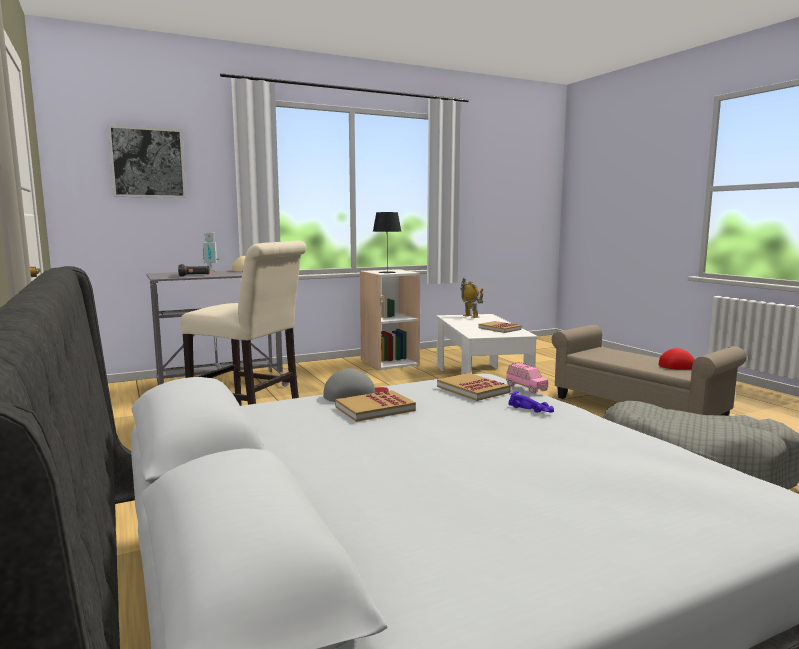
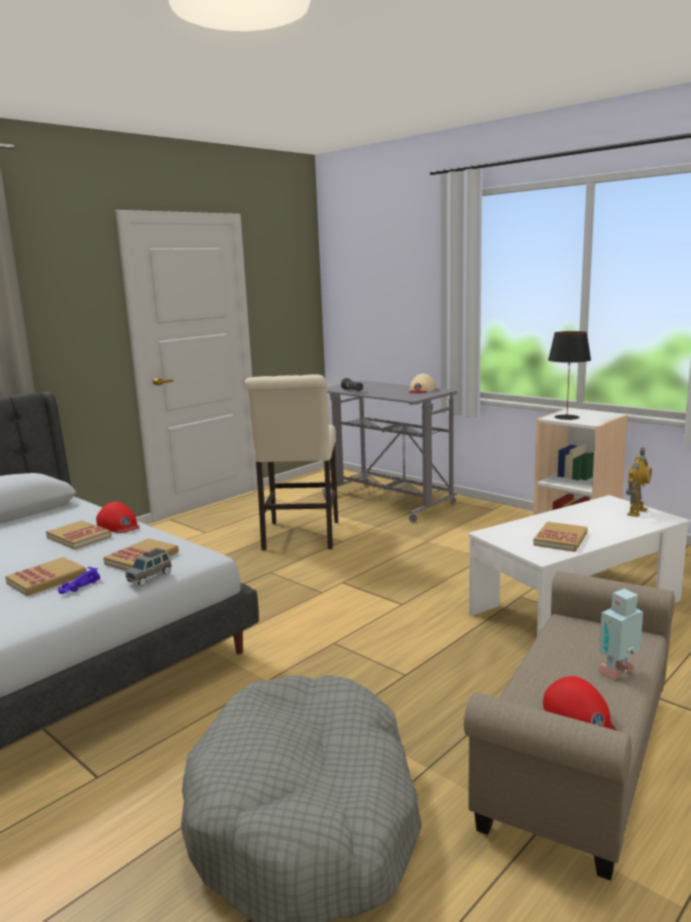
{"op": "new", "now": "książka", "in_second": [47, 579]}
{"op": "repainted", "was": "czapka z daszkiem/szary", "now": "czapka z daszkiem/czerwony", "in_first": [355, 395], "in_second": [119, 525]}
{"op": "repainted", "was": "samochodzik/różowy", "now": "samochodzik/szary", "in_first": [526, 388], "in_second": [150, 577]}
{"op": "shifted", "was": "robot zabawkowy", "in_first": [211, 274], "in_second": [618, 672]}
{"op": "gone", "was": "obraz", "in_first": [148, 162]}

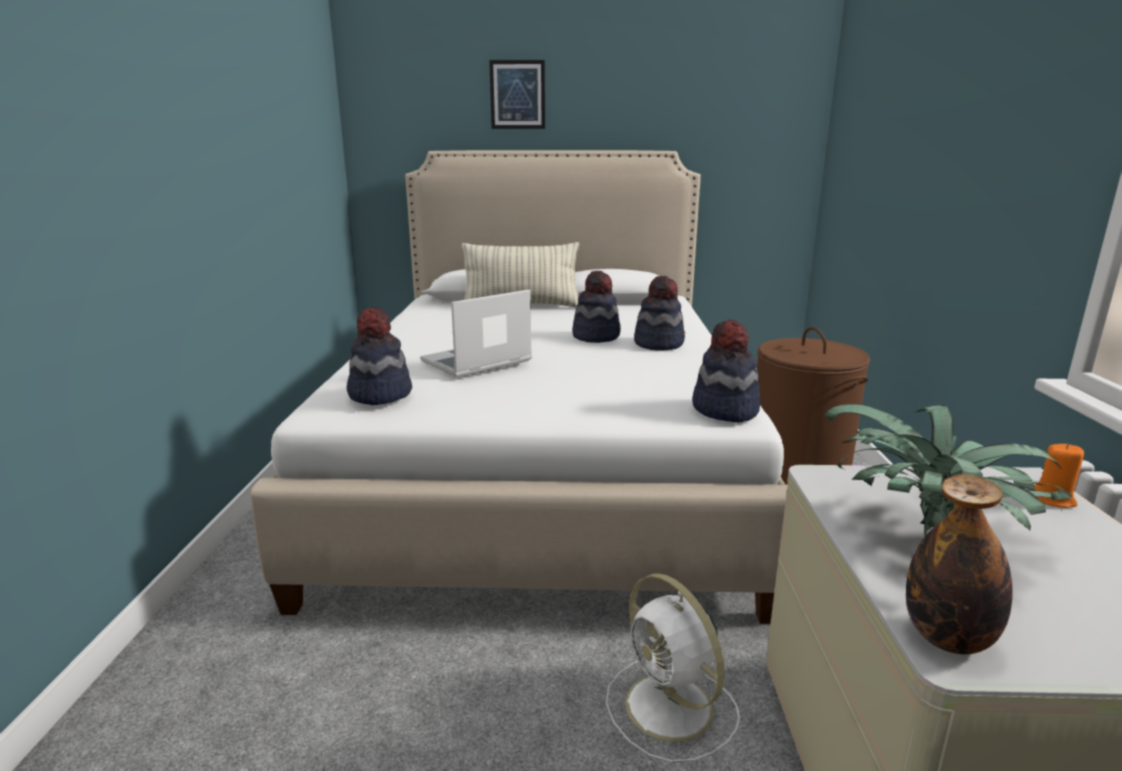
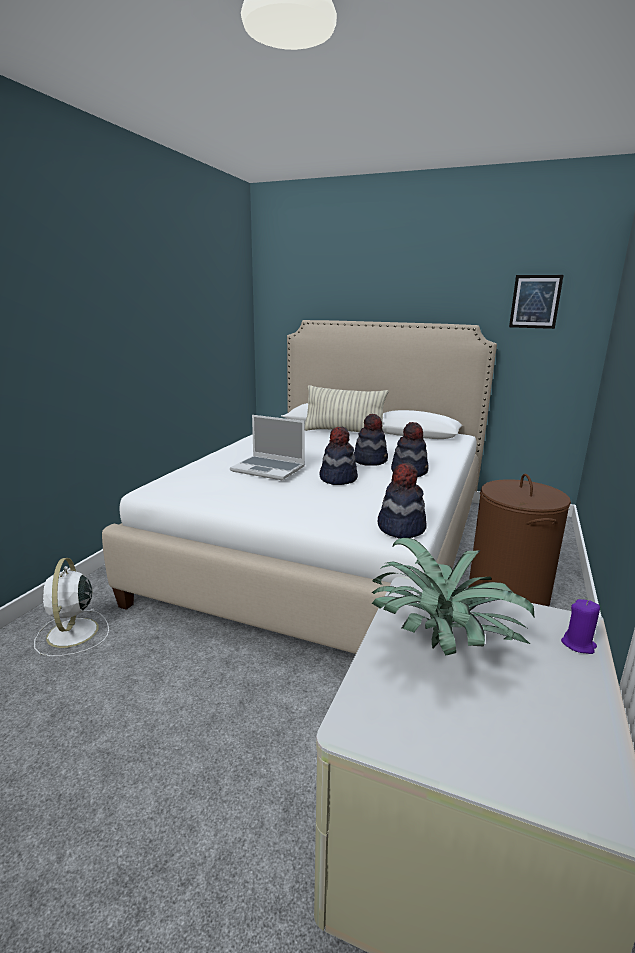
{"op": "shifted", "was": "wentylator/biały", "in_first": [671, 709], "in_second": [72, 634]}
{"op": "rotated", "was": "laptop", "in_first": [476, 362], "in_second": [269, 469], "clockwise": -135}
{"op": "shifted", "was": "kapelusz", "in_first": [379, 394], "in_second": [338, 478]}
{"op": "shifted", "was": "obraz", "in_first": [517, 94], "in_second": [535, 301]}
{"op": "repainted", "was": "świeca/pomarańczowy", "now": "świeca/fioletowy", "in_first": [1053, 500], "in_second": [578, 645]}
{"op": "gone", "was": "butelka", "in_first": [947, 638]}

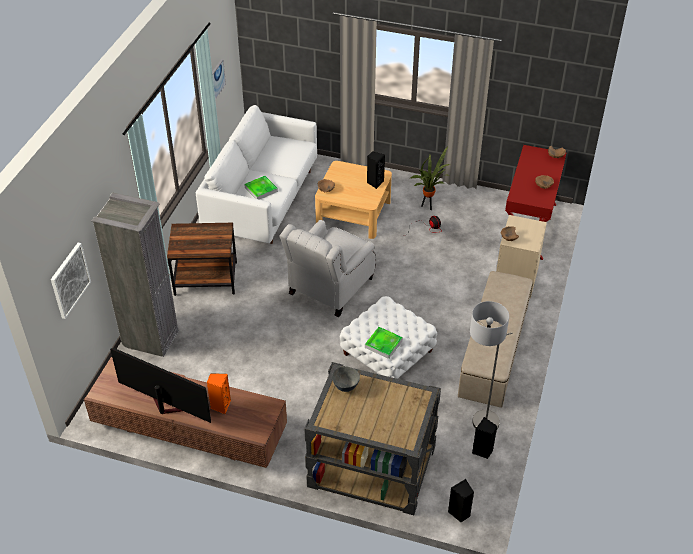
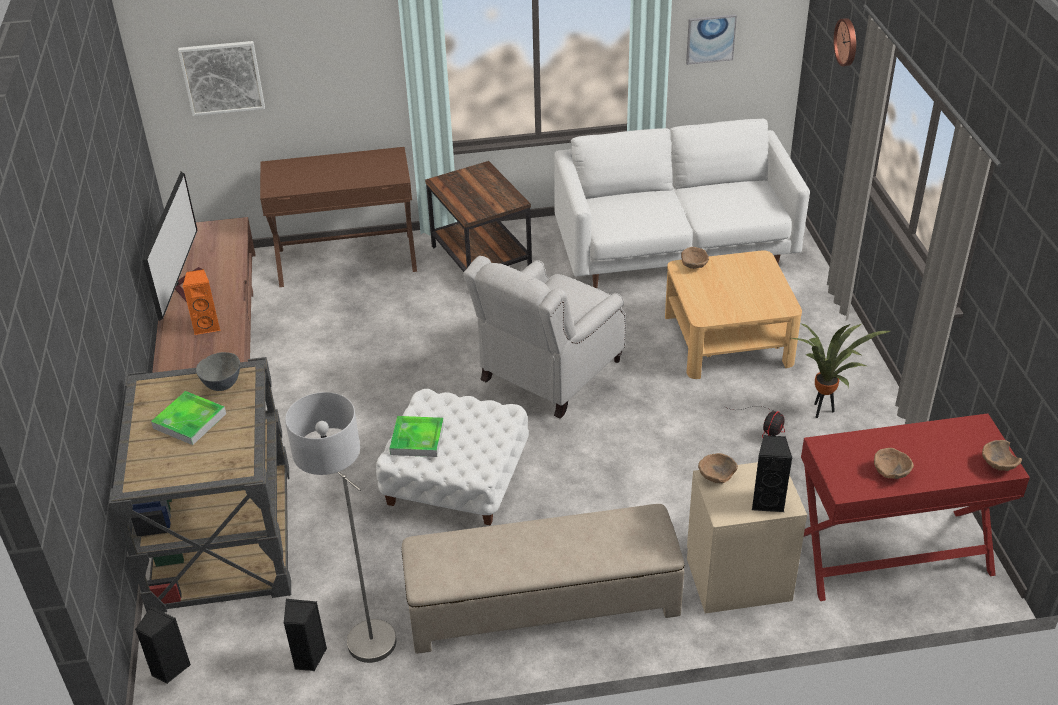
{"op": "shifted", "was": "taca", "in_first": [261, 189], "in_second": [190, 421]}
{"op": "swapped", "was": "szafka/szary", "now": "biurko/brązowy", "in_first": [151, 338], "in_second": [347, 259]}
{"op": "rotated", "was": "fotel/biały", "in_first": [330, 287], "in_second": [550, 372], "clockwise": -60}
{"op": "shifted", "was": "głośnik/czarny", "in_first": [375, 182], "in_second": [768, 501]}
{"op": "new", "now": "zegar ścienny", "in_second": [847, 42]}

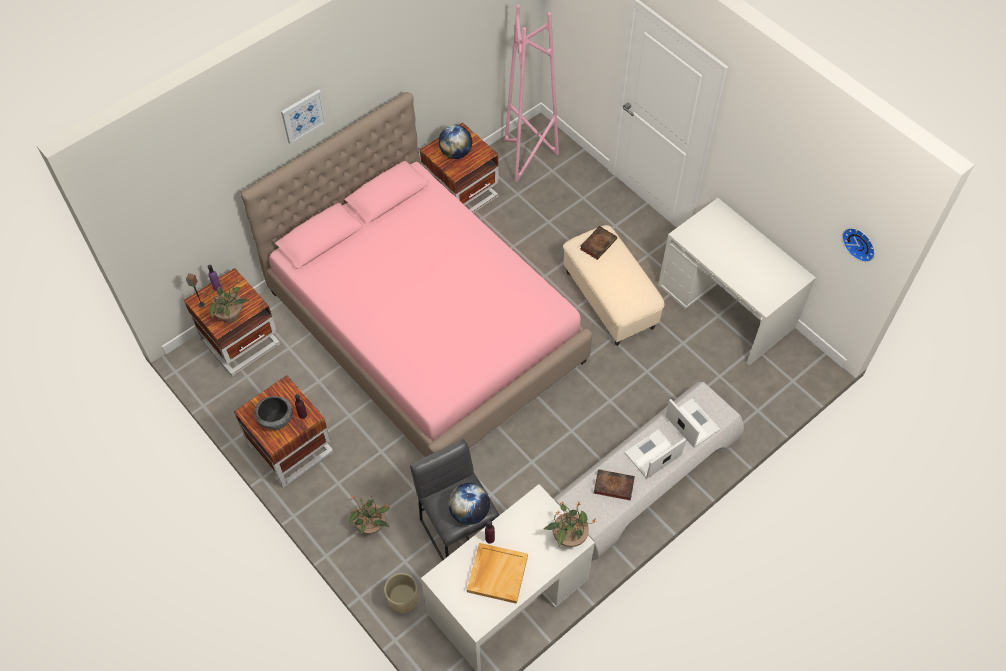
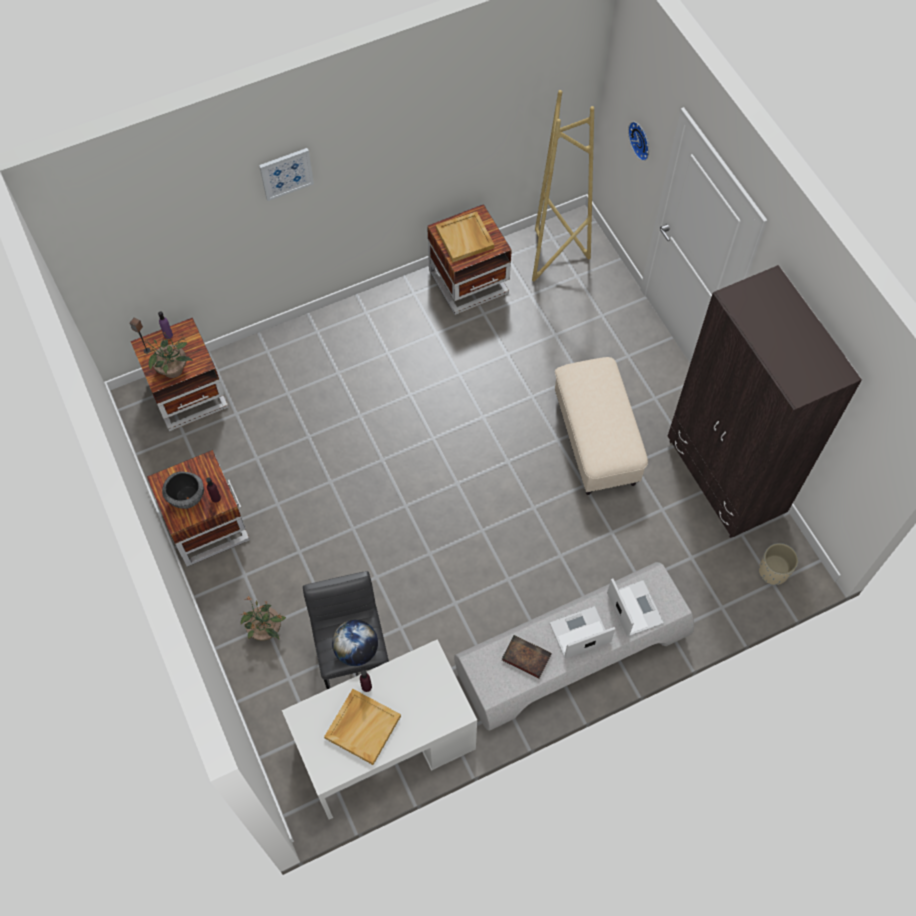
{"op": "swapped", "was": "globus", "now": "taca/beżowy", "in_first": [456, 153], "in_second": [465, 238]}
{"op": "repainted", "was": "wieszak/różowy", "now": "wieszak/żółty", "in_first": [526, 158], "in_second": [553, 256]}
{"op": "shifted", "was": "zegar ścienny", "in_first": [860, 243], "in_second": [641, 140]}
{"op": "swapped", "was": "biurko/biały", "now": "szafa/brązowy", "in_first": [726, 305], "in_second": [724, 478]}
{"op": "shifted", "was": "donica/beżowy", "in_first": [403, 600], "in_second": [773, 571]}
{"op": "gone", "was": "łóżko/różowy", "in_first": [426, 326]}
{"op": "gone", "was": "roślina doniczkowa", "in_first": [568, 536]}
{"op": "gone", "was": "książka", "in_first": [598, 243]}

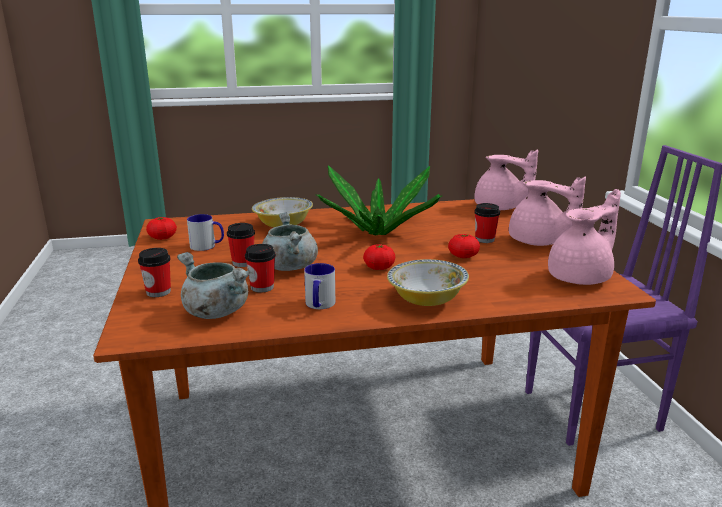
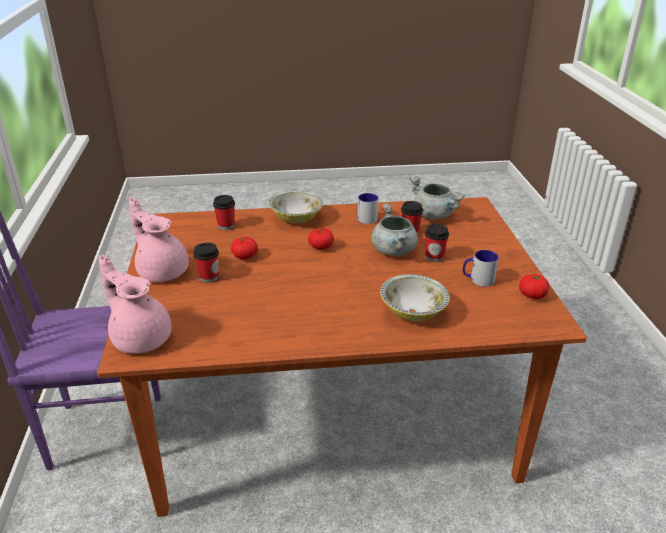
{"op": "shifted", "was": "filiżanka", "in_first": [158, 292], "in_second": [226, 226]}
{"op": "gone", "was": "roślina doniczkowa", "in_first": [378, 232]}
{"op": "gone", "was": "imbryk/różowy", "in_first": [581, 277]}

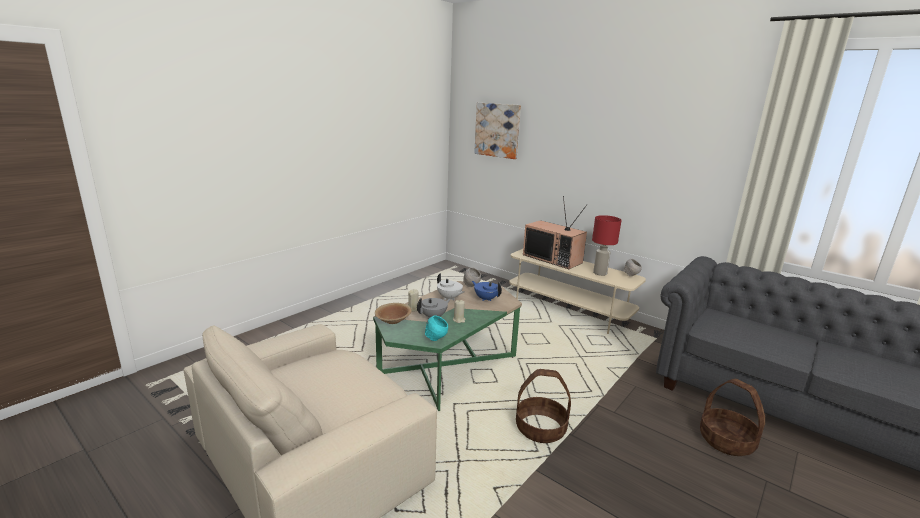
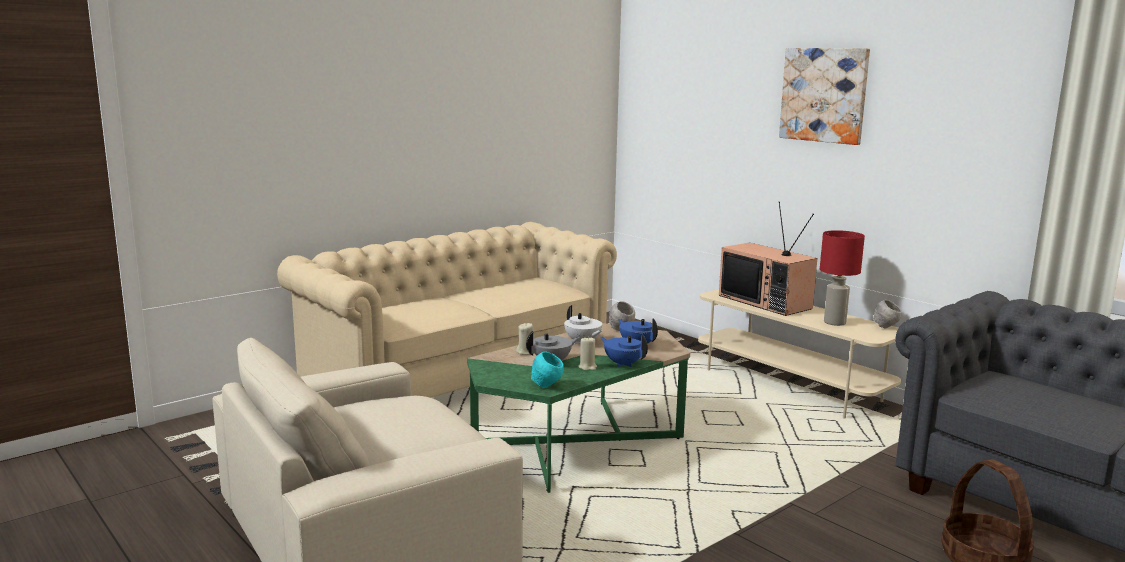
{"op": "new", "now": "kanapa/beżowy", "in_second": [460, 378]}
{"op": "new", "now": "imbryk/niebieski", "in_second": [623, 364]}
{"op": "shifted", "was": "obraz", "in_first": [497, 130], "in_second": [824, 95]}
{"op": "gone", "was": "miska/brązowy", "in_first": [393, 320]}
{"op": "gone", "was": "koszyk", "in_first": [541, 428]}

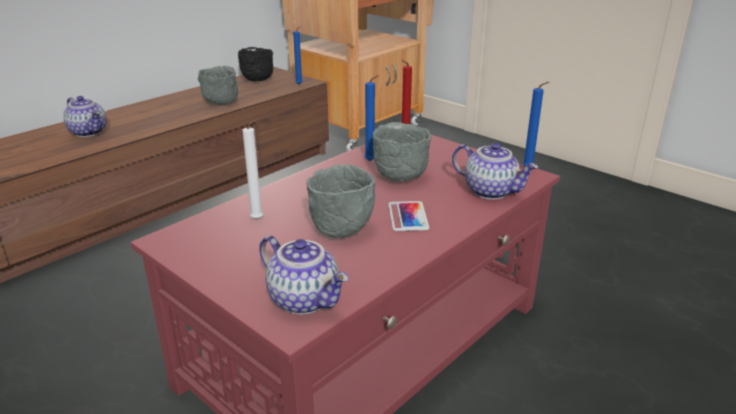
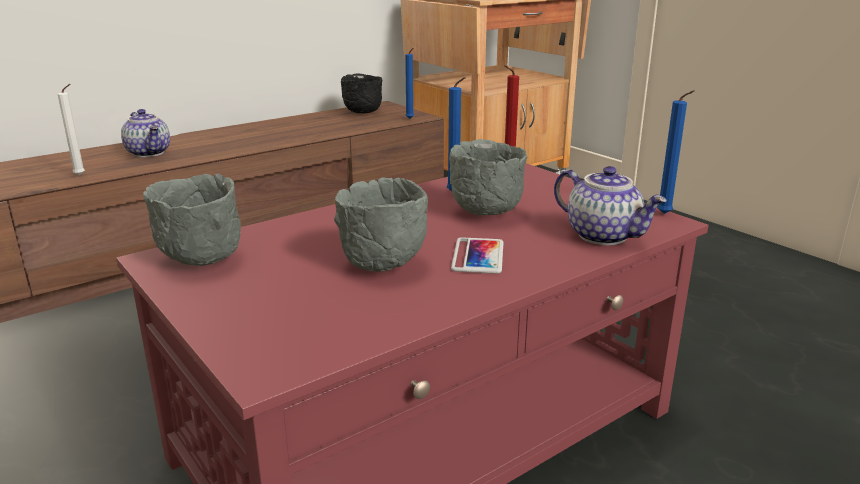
{"op": "shifted", "was": "świeca/biały", "in_first": [259, 219], "in_second": [81, 175]}
{"op": "shifted", "was": "miska/szary", "in_first": [221, 103], "in_second": [202, 259]}
{"op": "gone", "was": "imbryk", "in_first": [305, 299]}

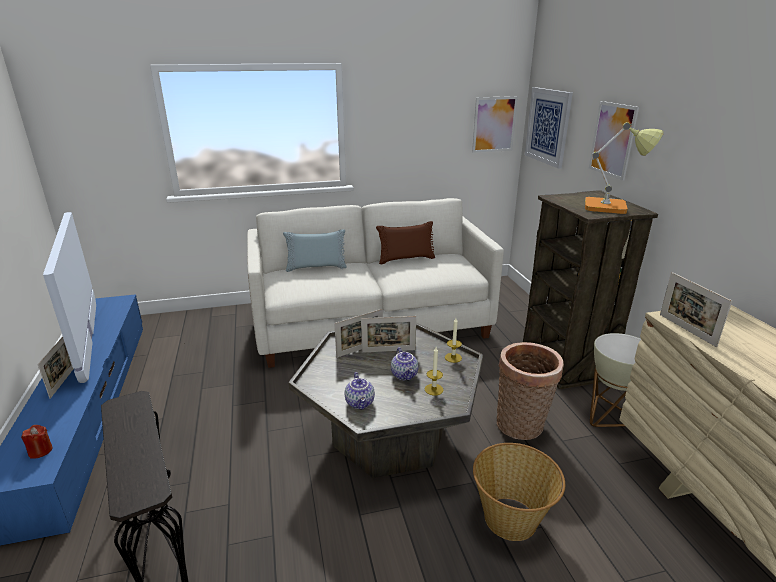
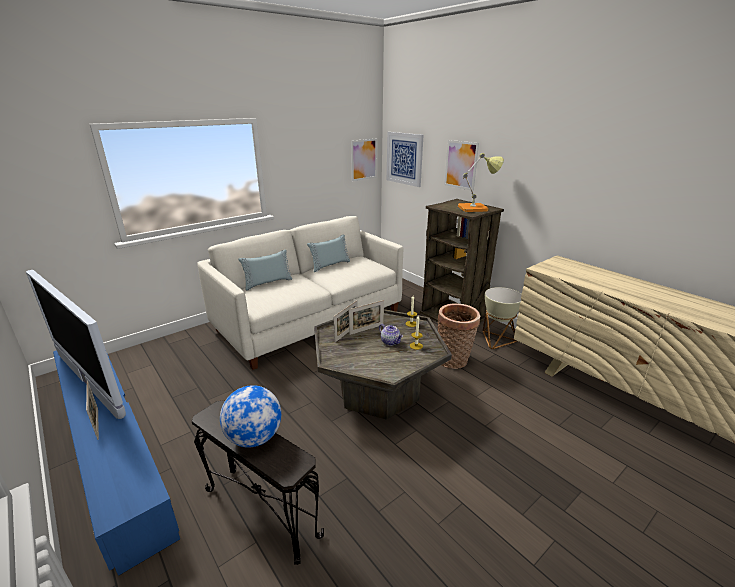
{"op": "new", "now": "globus", "in_second": [254, 438]}
{"op": "repainted", "was": "poduszka/brązowy", "now": "poduszka/niebieski", "in_first": [406, 259], "in_second": [330, 265]}
{"op": "gone", "was": "świeca/czerwony", "in_first": [40, 451]}
{"op": "gone", "was": "imbryk", "in_first": [360, 403]}
{"op": "gone", "was": "koszyk", "in_first": [511, 519]}
{"op": "gone", "was": "ramka na zdjęcie", "in_first": [686, 330]}

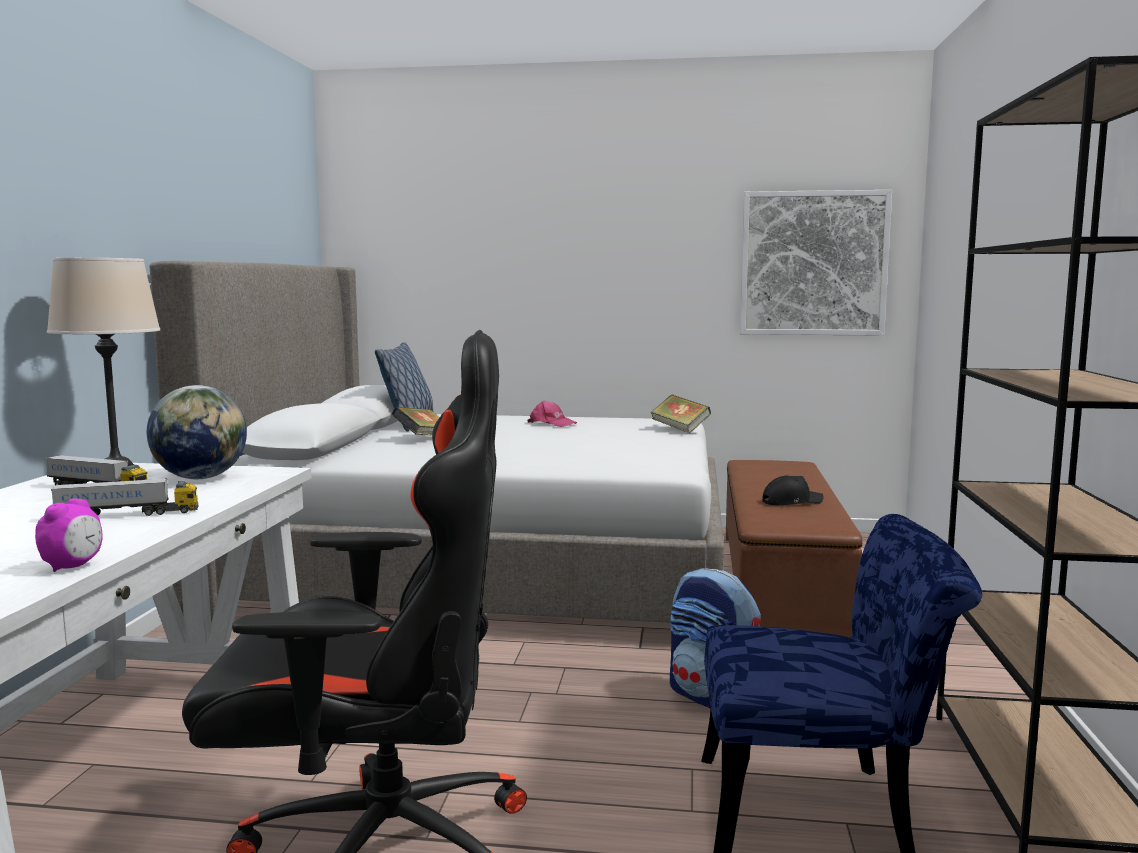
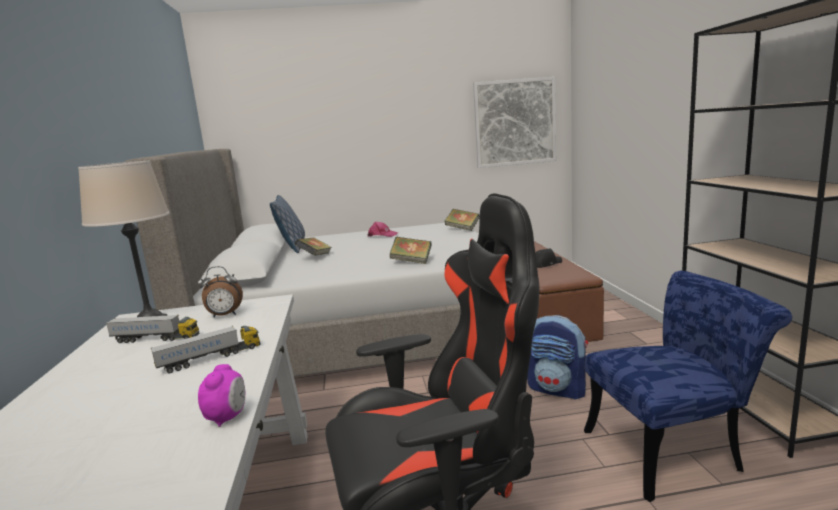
{"op": "swapped", "was": "globus", "now": "budzik", "in_first": [201, 478], "in_second": [224, 315]}
{"op": "new", "now": "książka", "in_second": [411, 262]}

